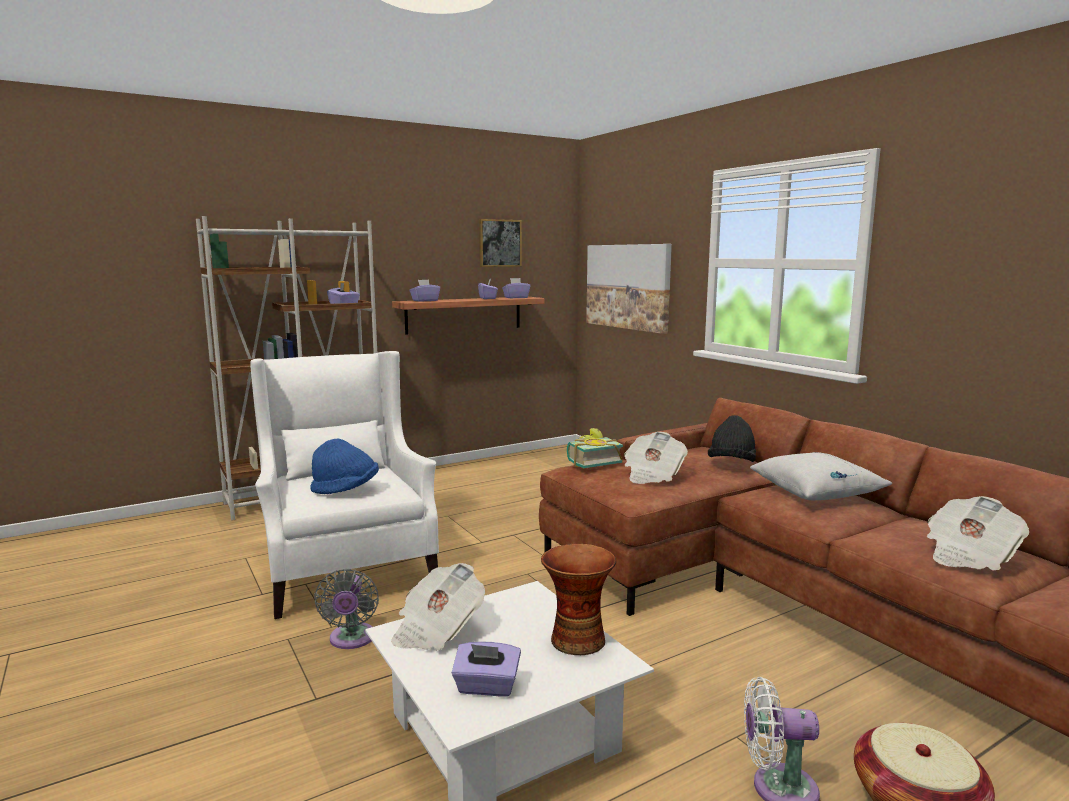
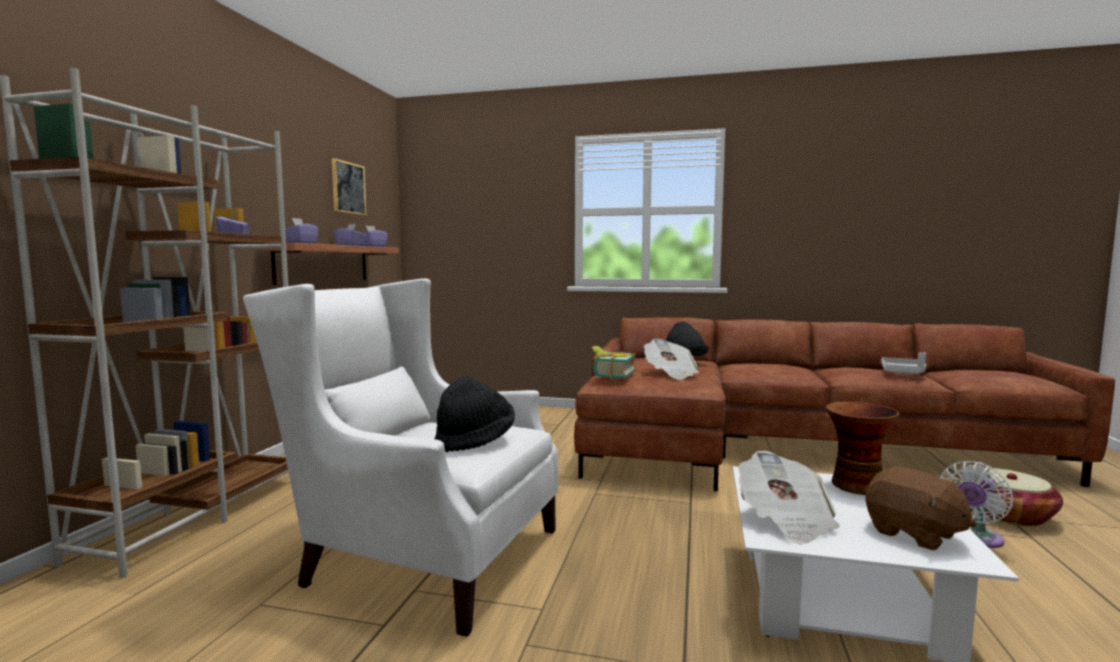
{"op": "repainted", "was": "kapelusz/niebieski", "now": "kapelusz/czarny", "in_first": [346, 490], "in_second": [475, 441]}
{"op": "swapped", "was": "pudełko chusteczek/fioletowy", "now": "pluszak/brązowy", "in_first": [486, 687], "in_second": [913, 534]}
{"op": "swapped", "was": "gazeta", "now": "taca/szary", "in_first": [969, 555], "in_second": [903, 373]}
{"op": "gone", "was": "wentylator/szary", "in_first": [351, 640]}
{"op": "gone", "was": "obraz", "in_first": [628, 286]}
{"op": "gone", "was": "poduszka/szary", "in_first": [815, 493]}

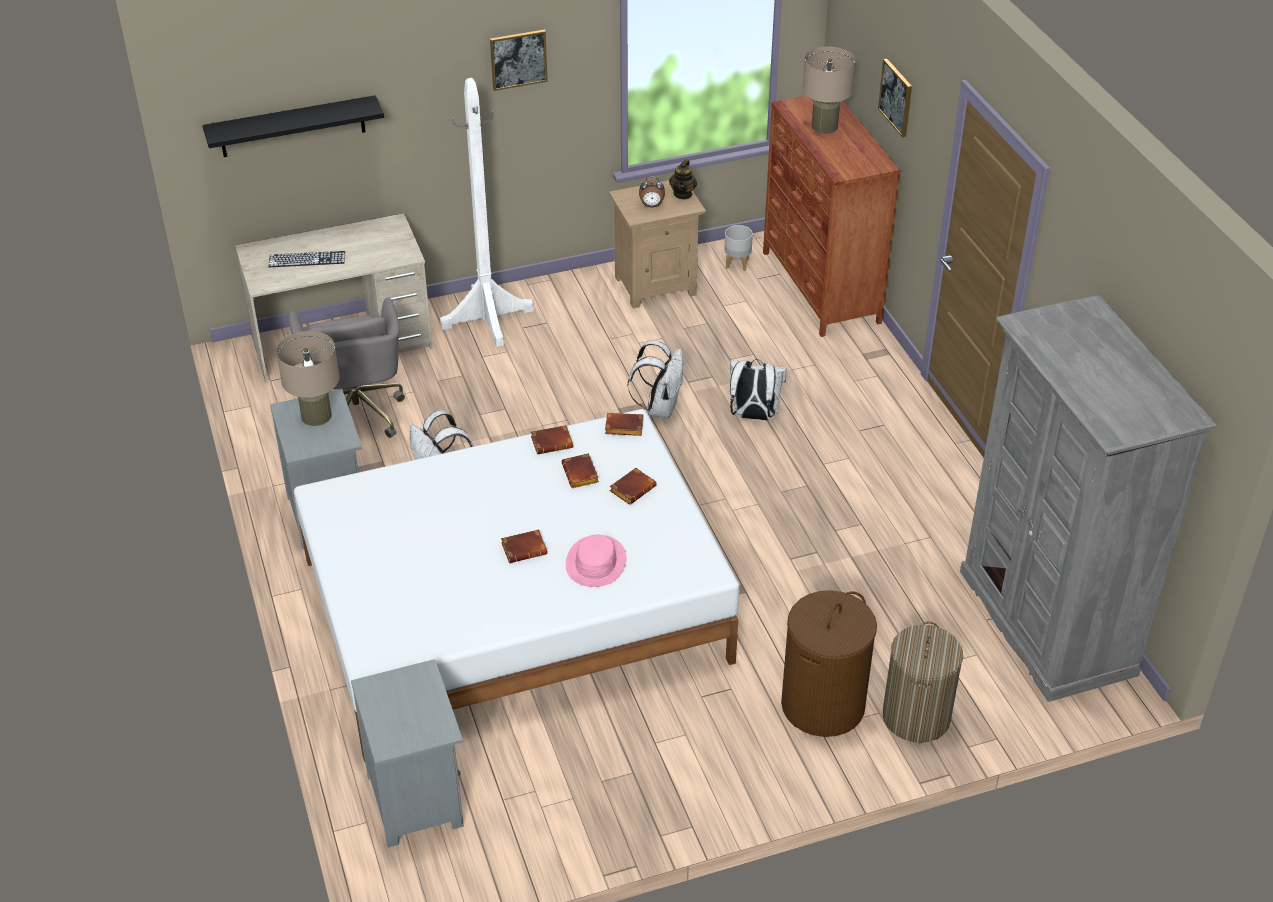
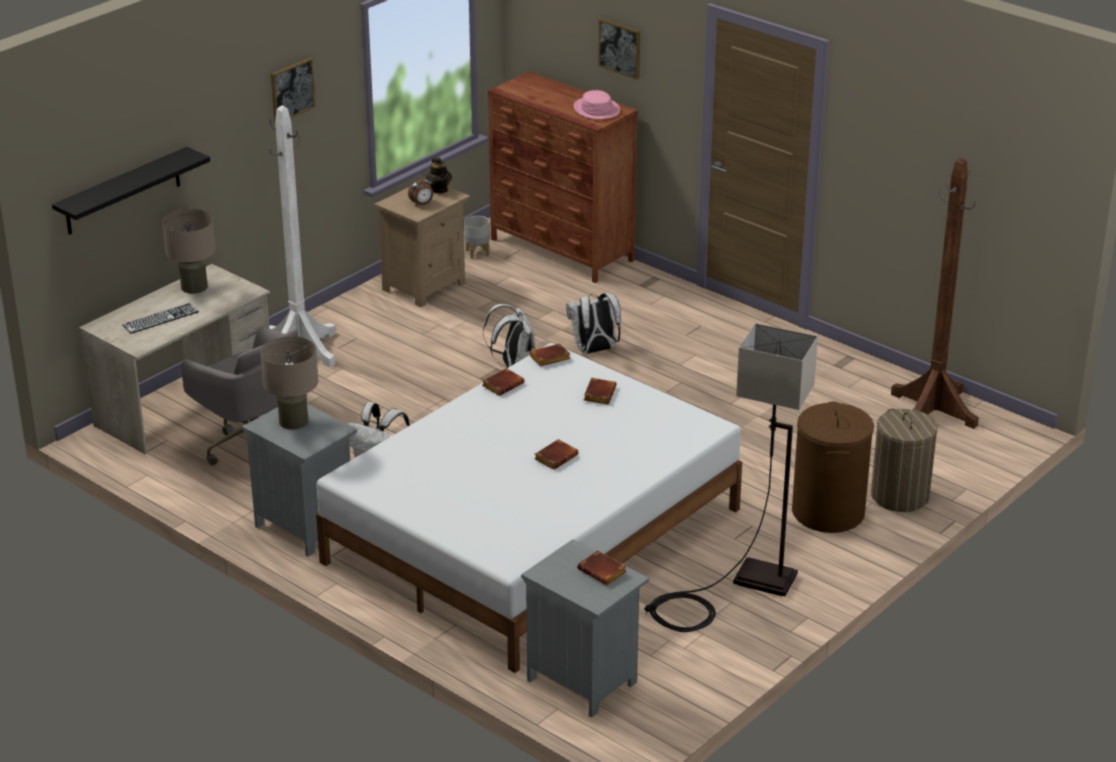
{"op": "shifted", "was": "lampa stołowa/beżowy", "in_first": [824, 126], "in_second": [194, 287]}
{"op": "shifted", "was": "kapelusz/różowy", "in_first": [595, 562], "in_second": [596, 109]}
{"op": "shifted", "was": "książka/brązowy", "in_first": [581, 474], "in_second": [603, 571]}
{"op": "new", "now": "lampa stojąca", "in_second": [719, 597]}
{"op": "swapped", "was": "szafa/szary", "now": "wieszak/brązowy", "in_first": [1045, 622], "in_second": [933, 410]}

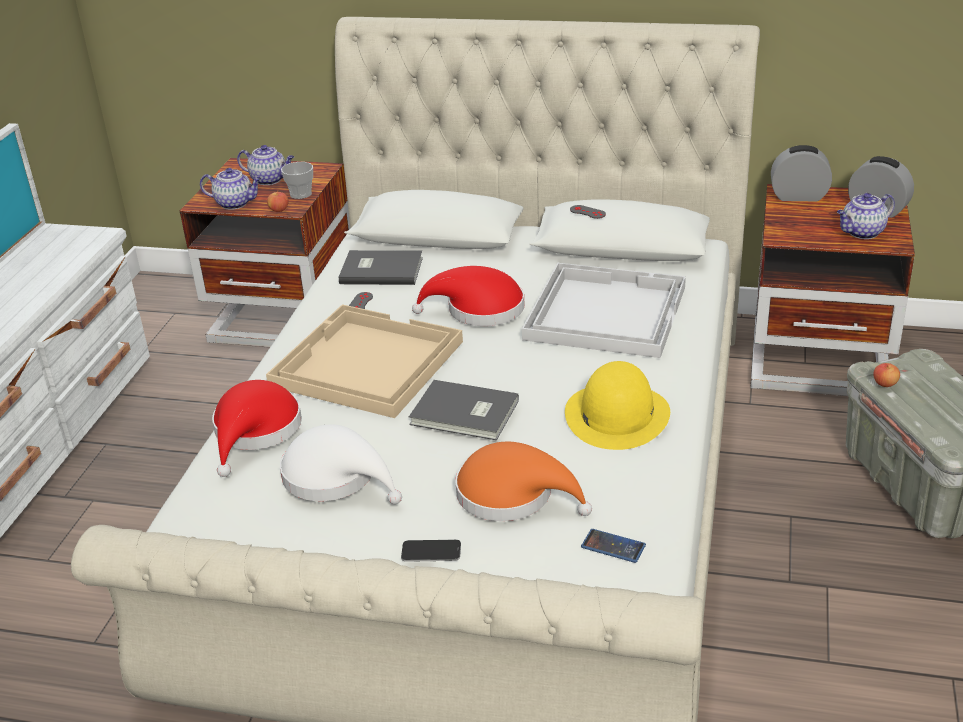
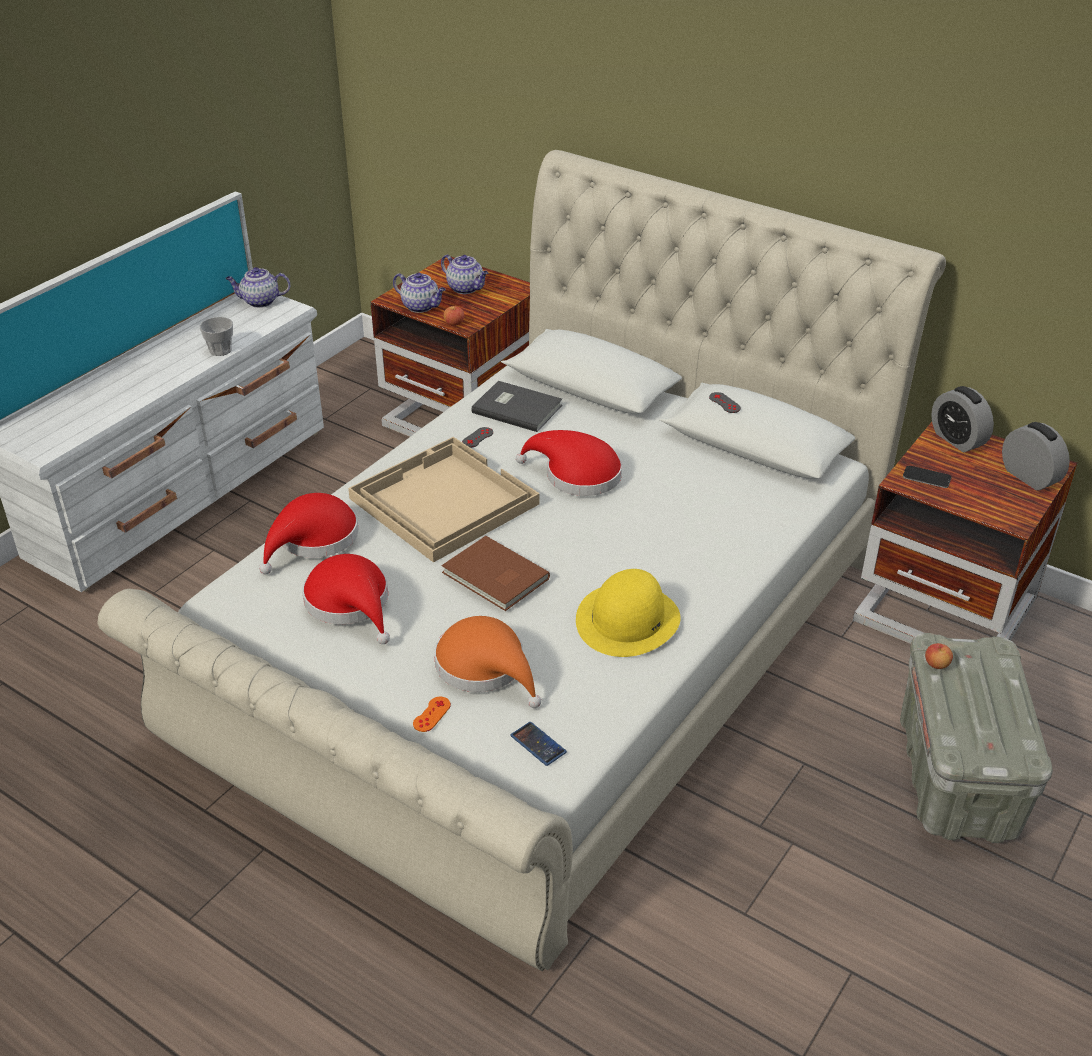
{"op": "shifted", "was": "filiżanka", "in_first": [300, 194], "in_second": [220, 350]}
{"op": "shifted", "was": "imbryk", "in_first": [862, 233], "in_second": [260, 302]}
{"op": "repainted", "was": "kapelusz/biały", "now": "kapelusz/czerwony", "in_first": [336, 477], "in_second": [351, 603]}
{"op": "new", "now": "pad do gier/pomarańczowy", "in_second": [431, 714]}
{"op": "repainted", "was": "książka/szary", "now": "książka/brązowy", "in_first": [465, 414], "in_second": [494, 577]}
{"op": "shifted", "was": "telefon", "in_first": [431, 552], "in_second": [926, 478]}
{"op": "rotated", "was": "budzik", "in_first": [798, 196], "in_second": [957, 439], "clockwise": -150}
{"op": "gone", "was": "taca/biały", "in_first": [604, 312]}

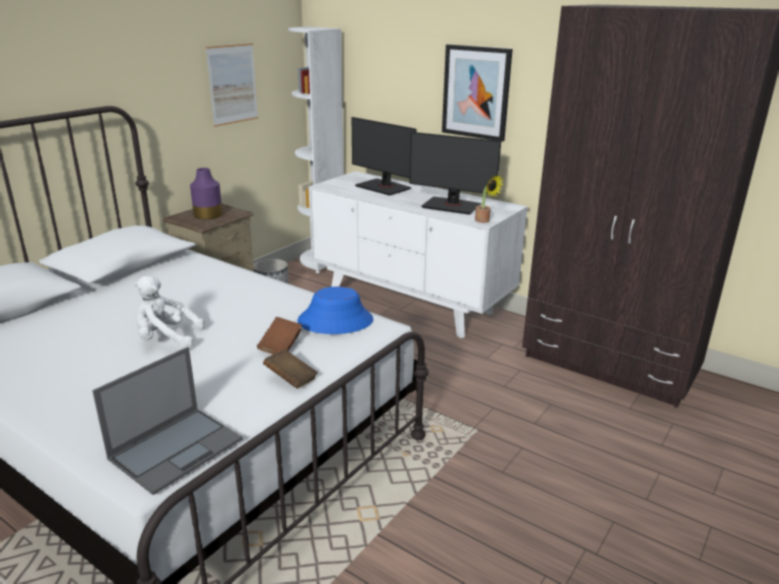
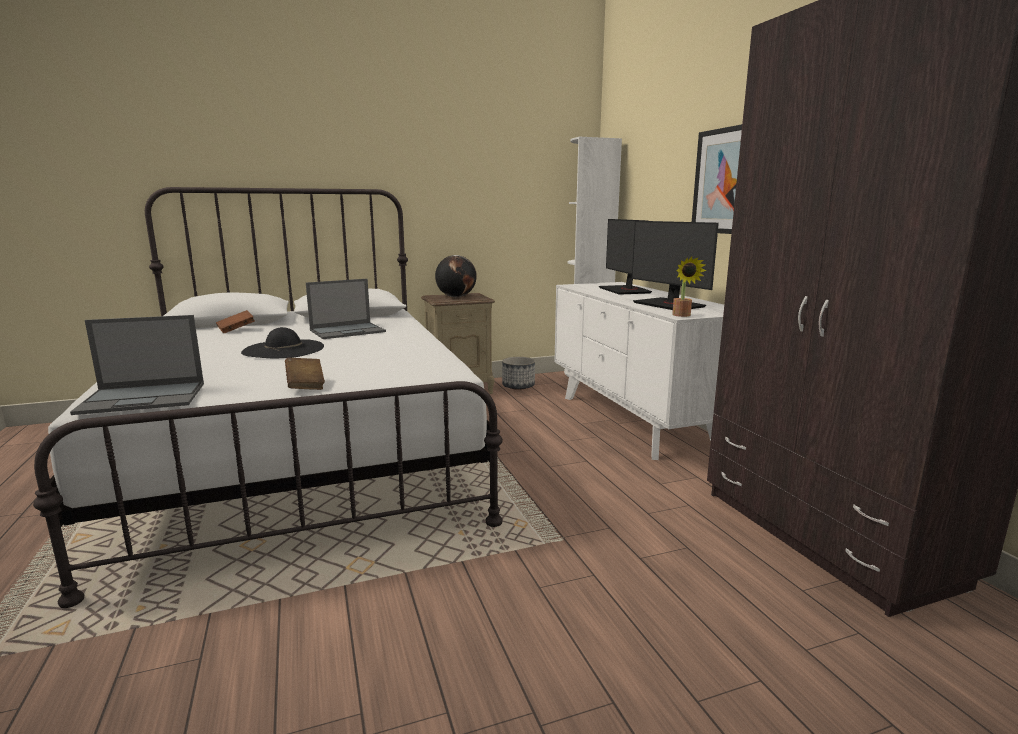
{"op": "shifted", "was": "książka/brązowy", "in_first": [280, 347], "in_second": [236, 330]}
{"op": "swapped", "was": "pluszak/biały", "now": "kapelusz/czarny", "in_first": [166, 339], "in_second": [283, 349]}
{"op": "new", "now": "laptop", "in_second": [348, 331]}
{"op": "swapped", "was": "wazon/fioletowy", "now": "globus", "in_first": [207, 214], "in_second": [456, 297]}
{"op": "gone", "was": "obraz", "in_first": [232, 84]}
{"op": "gone", "was": "kapelusz/niebieski", "in_first": [335, 321]}

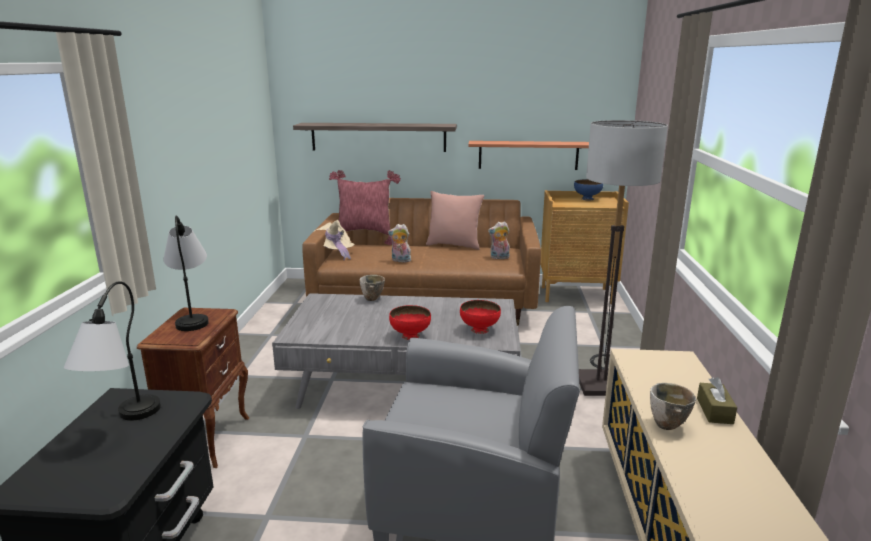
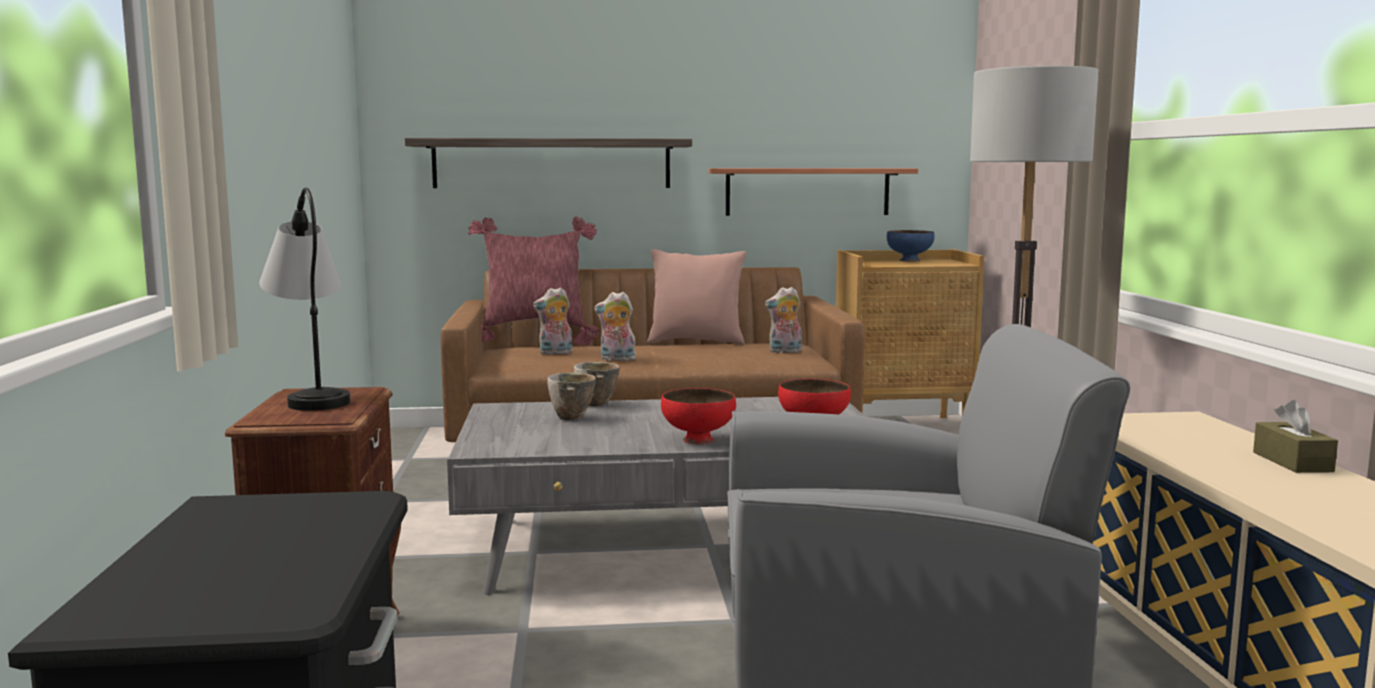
{"op": "new", "now": "pluszak", "in_second": [555, 353]}
{"op": "shifted", "was": "miska", "in_first": [667, 426], "in_second": [571, 418]}
{"op": "gone", "was": "lampa stołowa", "in_first": [123, 424]}
{"op": "gone", "was": "kapelusz/beżowy", "in_first": [334, 253]}

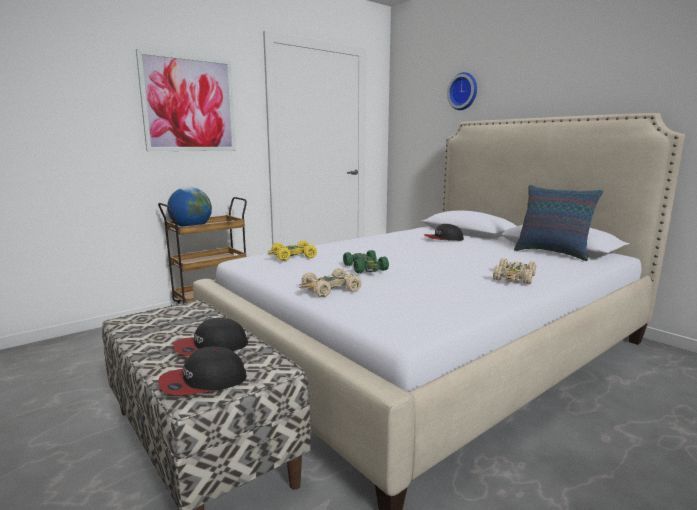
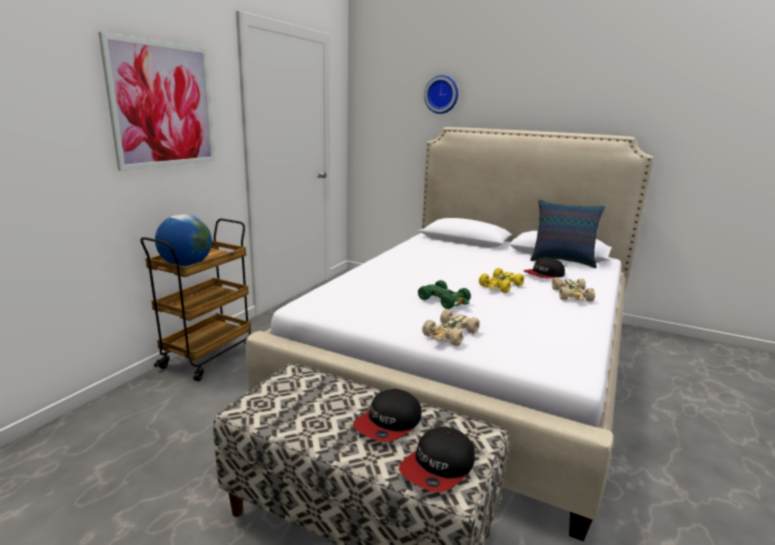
{"op": "shifted", "was": "samochodzik/żółty", "in_first": [293, 256], "in_second": [500, 286]}
{"op": "shifted", "was": "czapka z daszkiem", "in_first": [443, 239], "in_second": [544, 275]}

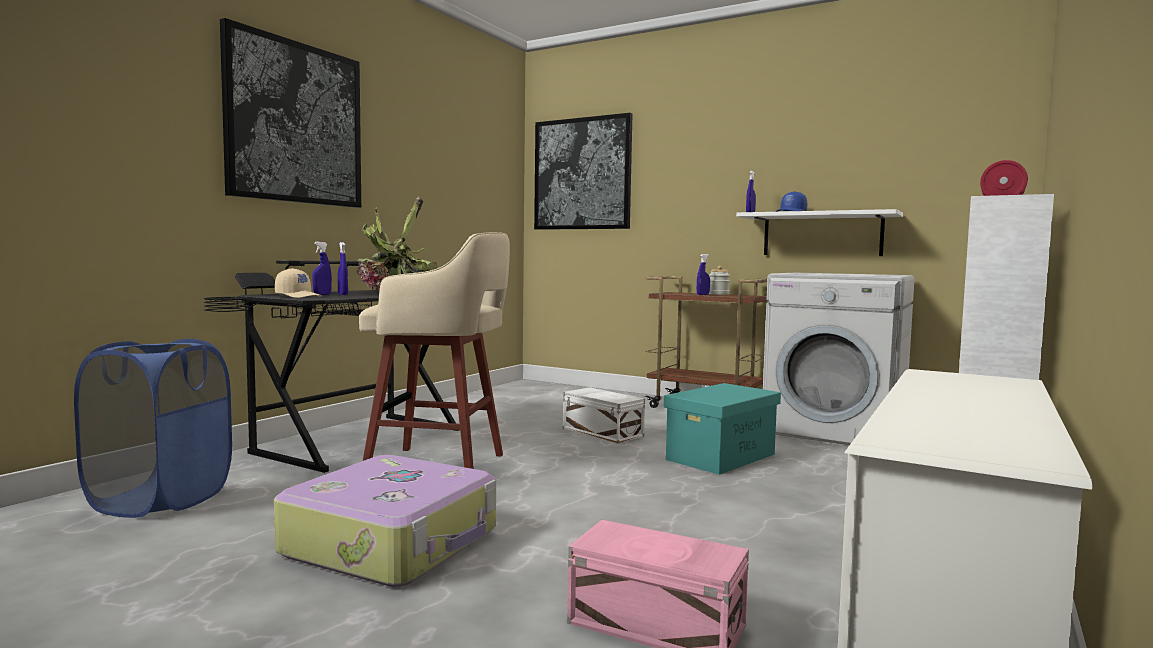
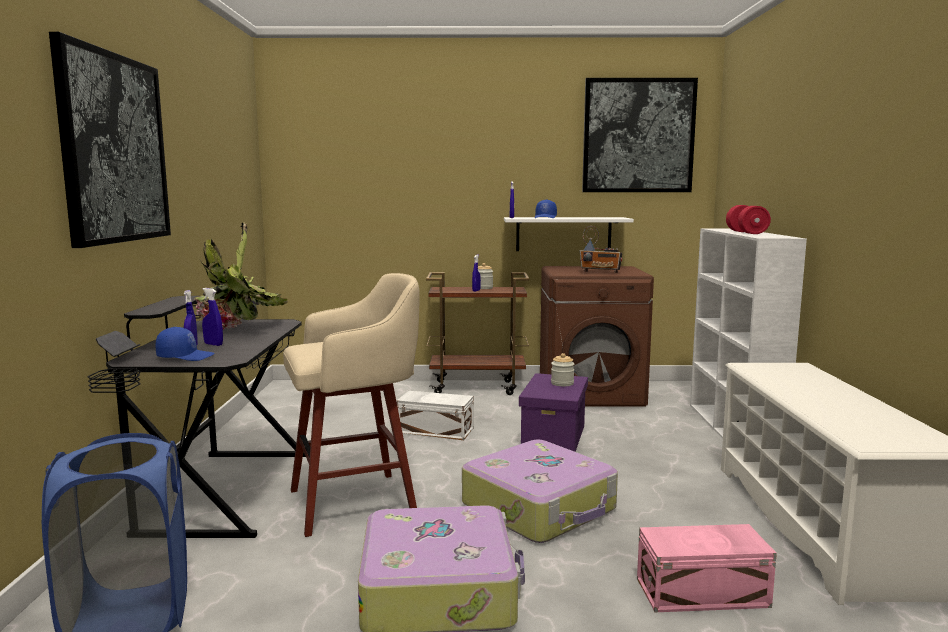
{"op": "repainted", "was": "czapka z daszkiem/beżowy", "now": "czapka z daszkiem/niebieski", "in_first": [299, 296], "in_second": [185, 357]}
{"op": "new", "now": "walizka", "in_second": [540, 507]}
{"op": "repainted", "was": "pojemnik do przechowywania/turkusowy", "now": "pojemnik do przechowywania/fioletowy", "in_first": [720, 457], "in_second": [554, 437]}
{"op": "repainted", "was": "pralka/biały", "now": "pralka/brązowy", "in_first": [834, 430], "in_second": [592, 394]}
{"op": "new", "now": "słoik", "in_second": [562, 383]}
{"op": "new", "now": "radio", "in_second": [600, 272]}
{"op": "shifted", "was": "obraz", "in_first": [582, 174], "in_second": [638, 136]}

